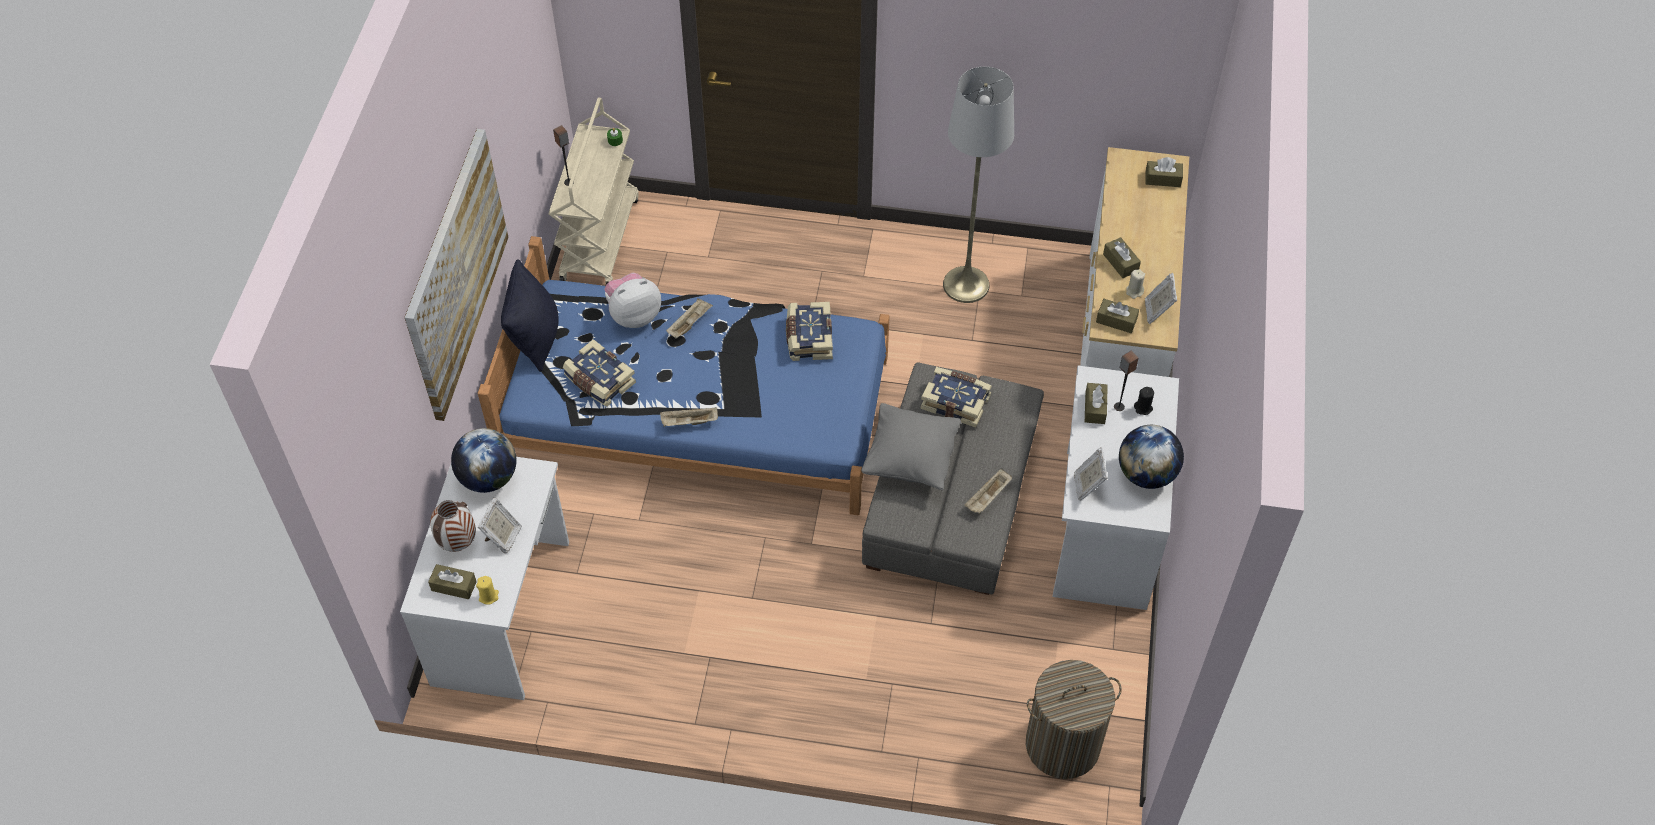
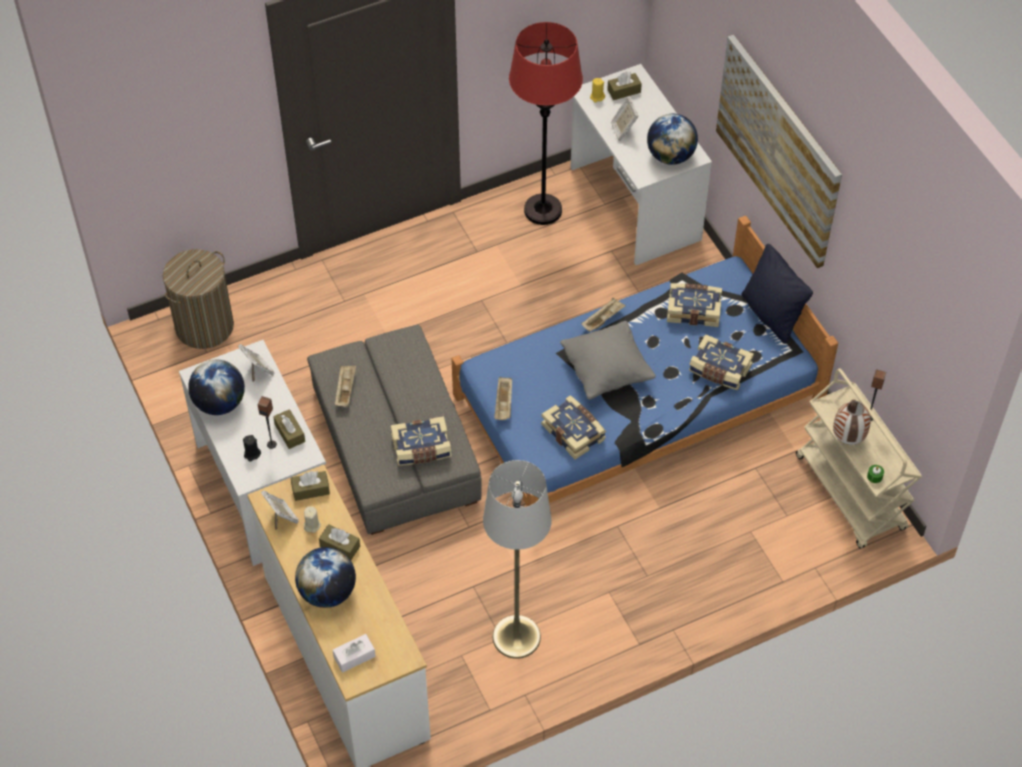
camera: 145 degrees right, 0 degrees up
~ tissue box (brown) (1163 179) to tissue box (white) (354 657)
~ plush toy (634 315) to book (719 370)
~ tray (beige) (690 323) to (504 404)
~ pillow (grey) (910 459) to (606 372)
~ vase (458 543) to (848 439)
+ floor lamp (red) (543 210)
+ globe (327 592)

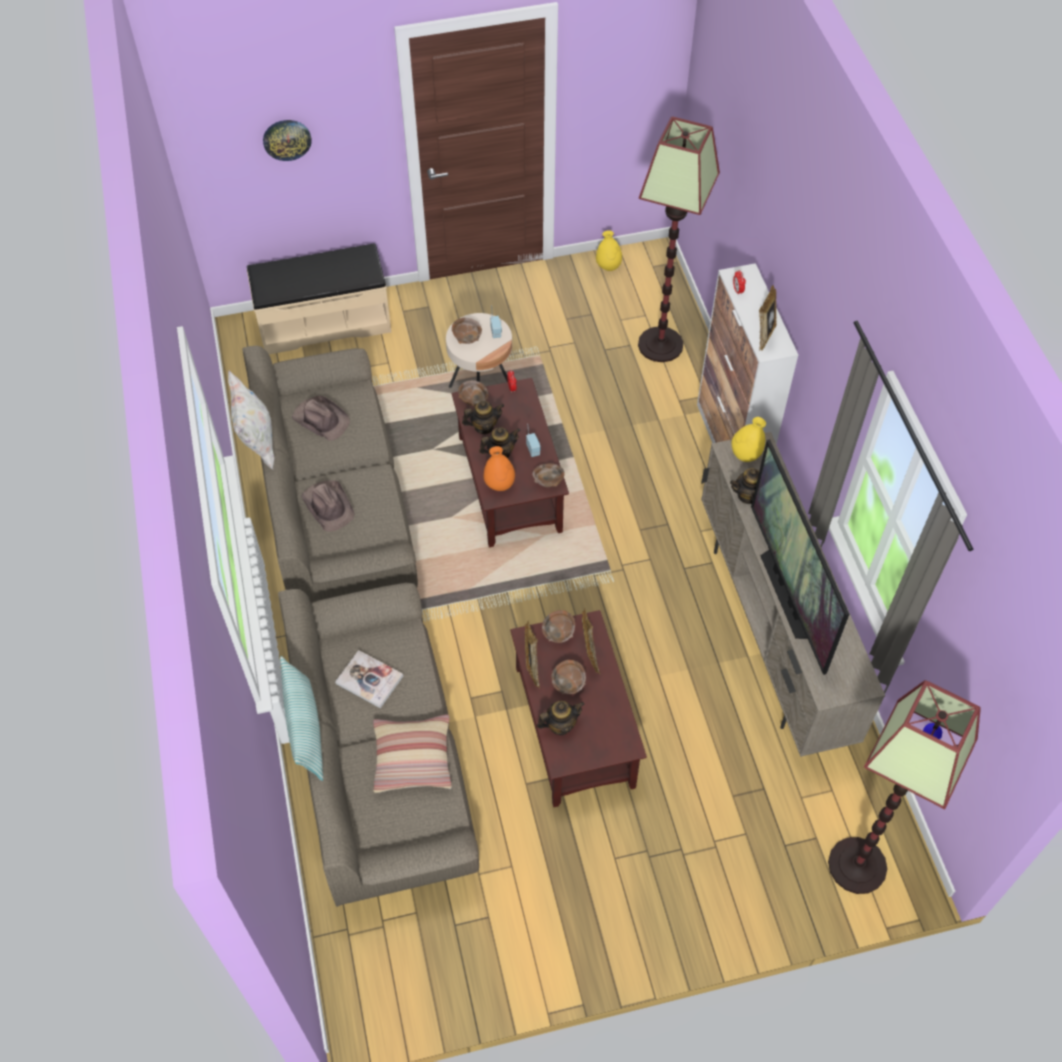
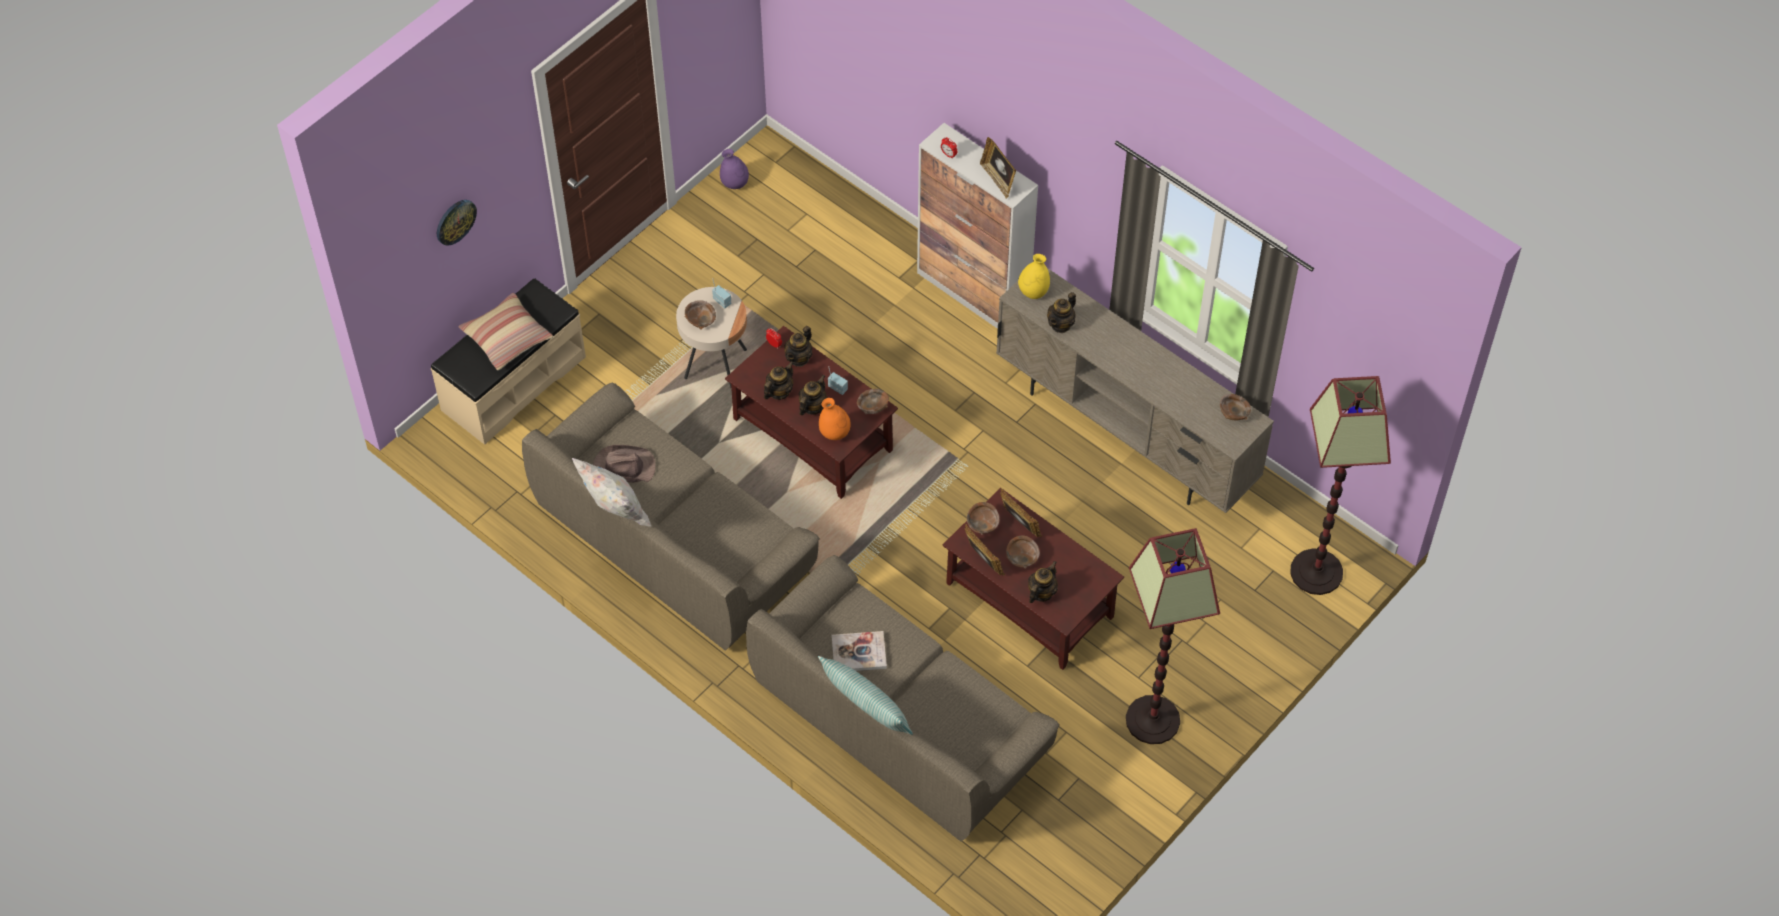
camera: 35 degrees left, 0 degrees up
~ floor lamp (660 345) to (1152 720)
~ vase (yellow) (608 266) to vase (purple) (734 184)
~ bowl (brown) (473 399) to (1233 413)
- television (787 594)
- hat (brown) (329 506)
~ pillow (412 758) to (507 337)
+ teapot (799 358)

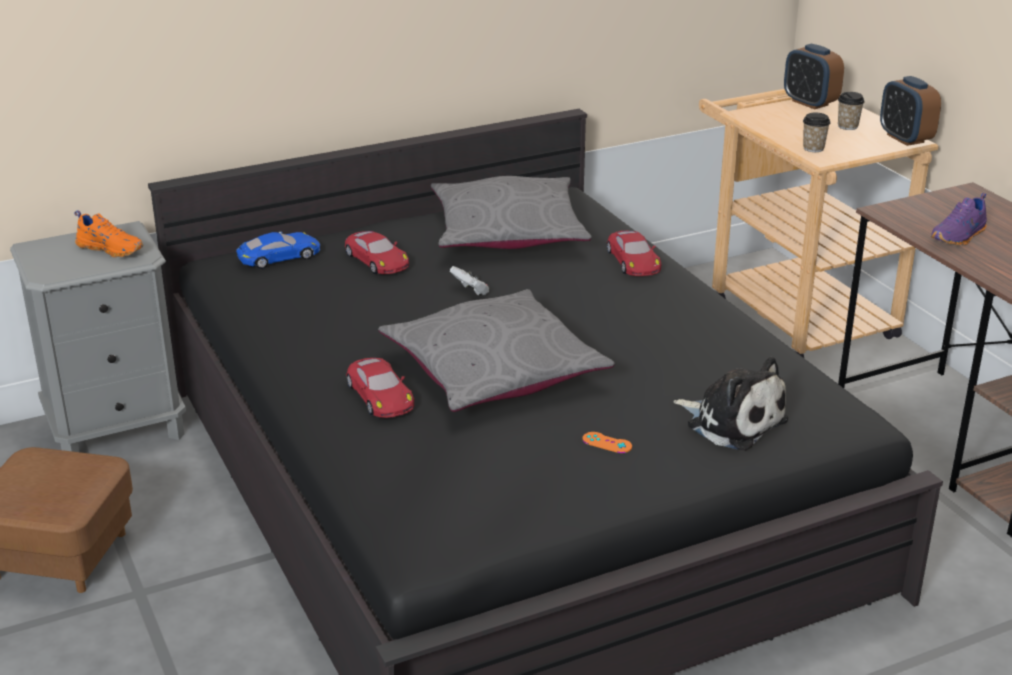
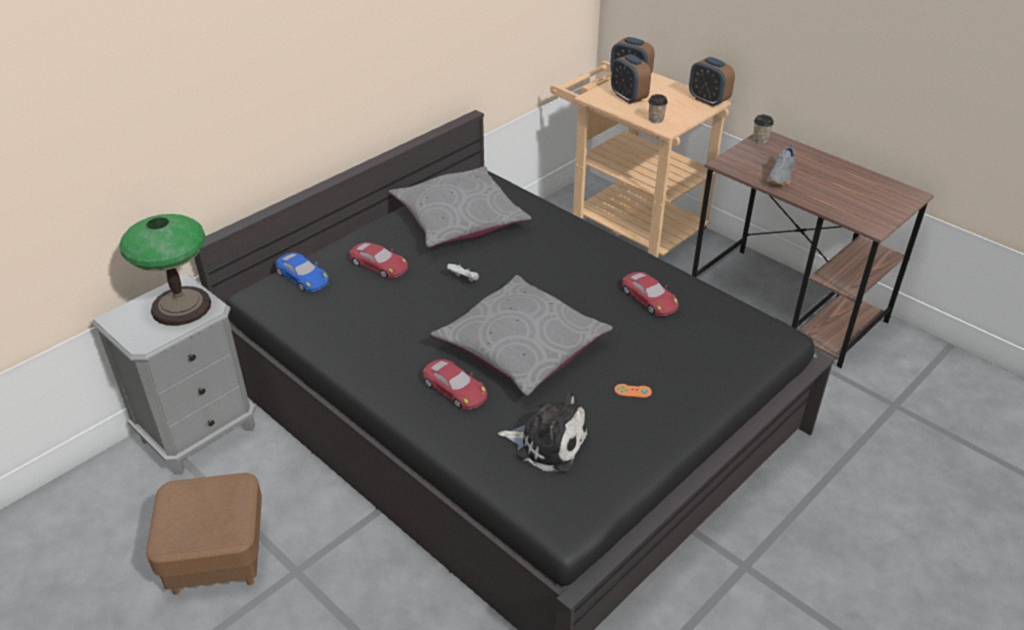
camera: 20 degrees left, 10 degrees up
~ cup (847 126) to (760 140)
~ shoe (purple) (959 236) to shoe (grey) (781 176)
~ shoe (orange) (111 249) to table lamp (181 306)
~ toy car (red) (633 261) to (649 298)
~ toy car (blue) (279 256) = (302 277) 90 degrees clockwise
~ plush toy (732 421) to (547 443)
+ alarm clock (628 97)

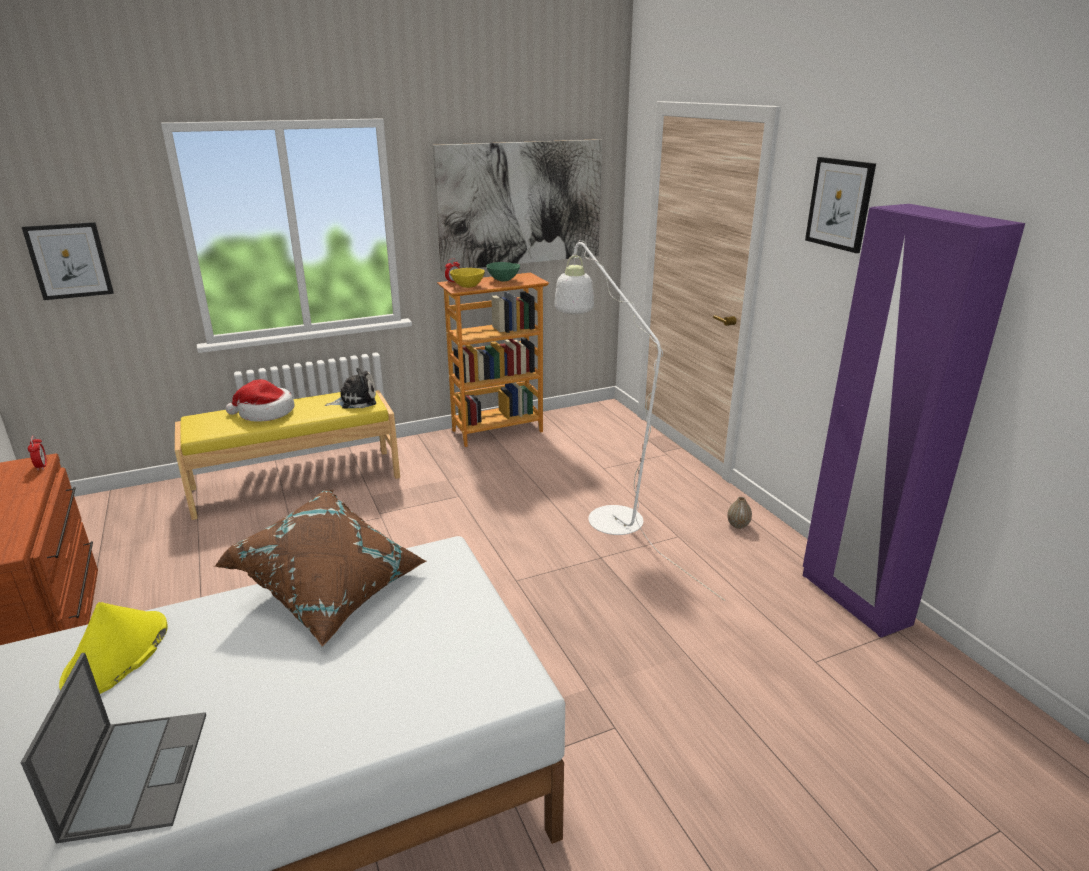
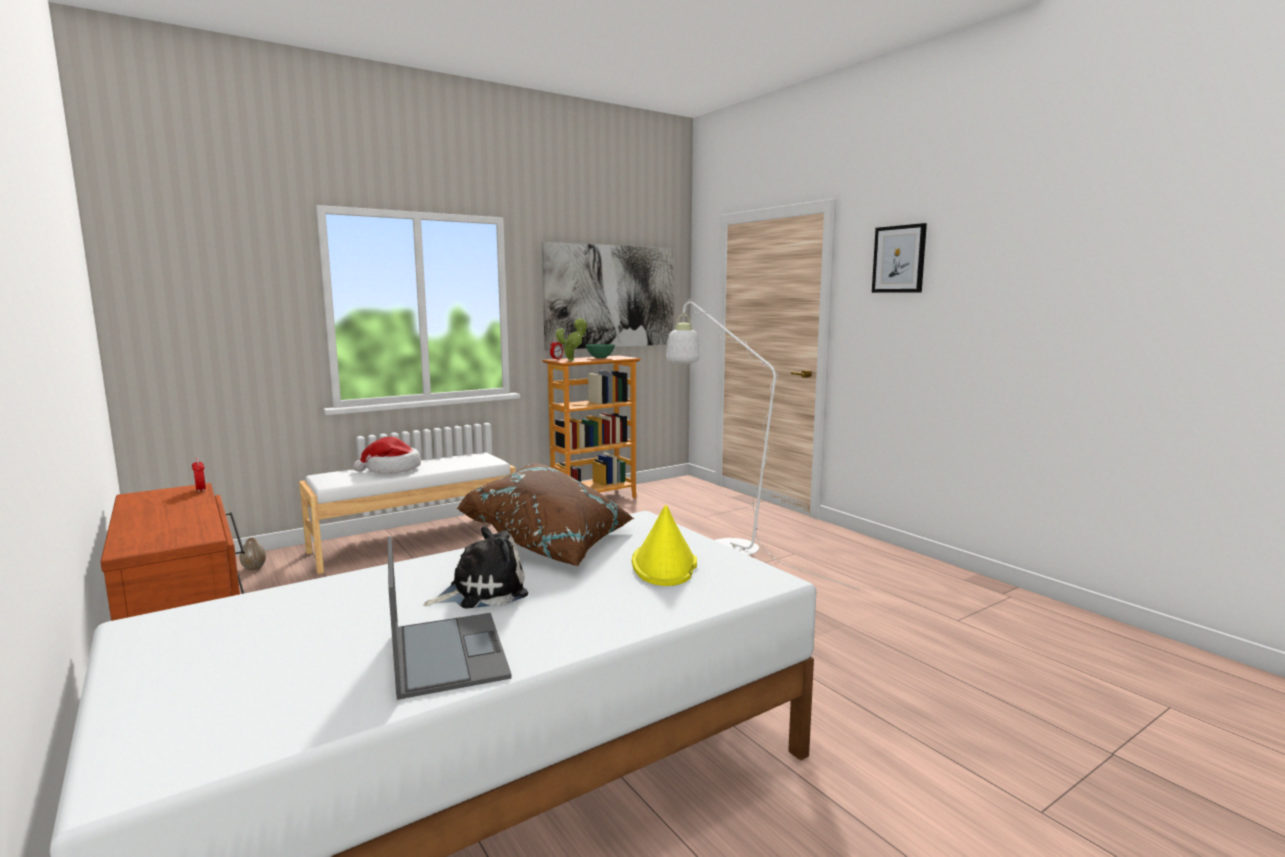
camera: 10 degrees left, 15 degrees down
- wardrobe (purple) (854 599)
- picture (69 260)
~ bowl (yellow) (468 286) to potted plant (572 360)
~ plush toy (355 401) to (482 591)
~ bench (yellow) (296 482) to bench (white) (415 542)
~ vase (738 525) to (254 568)
~ hat (yellow) (117 655) to (664 564)

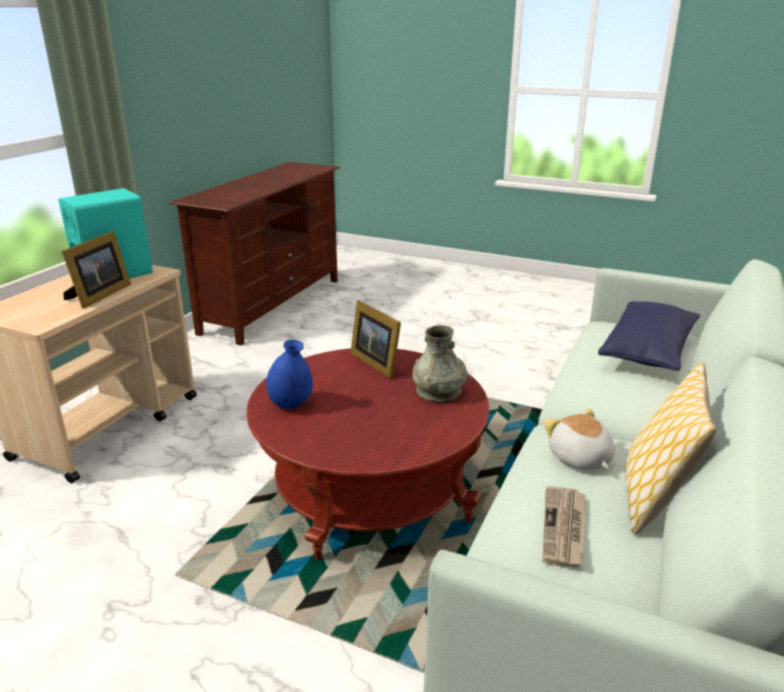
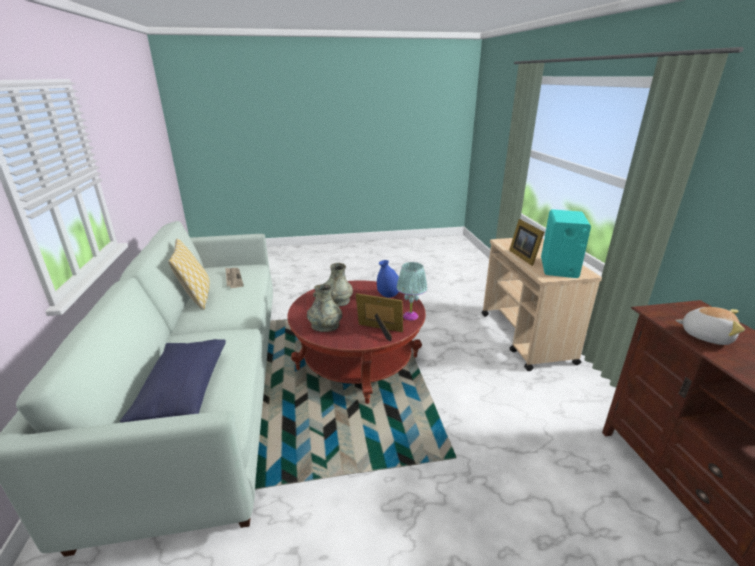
camera: 145 degrees right, 0 degrees up
~ plush toy (579 458) to (705 335)
+ table lamp (turquoise) (410 316)
+ vase (grey) (337 301)

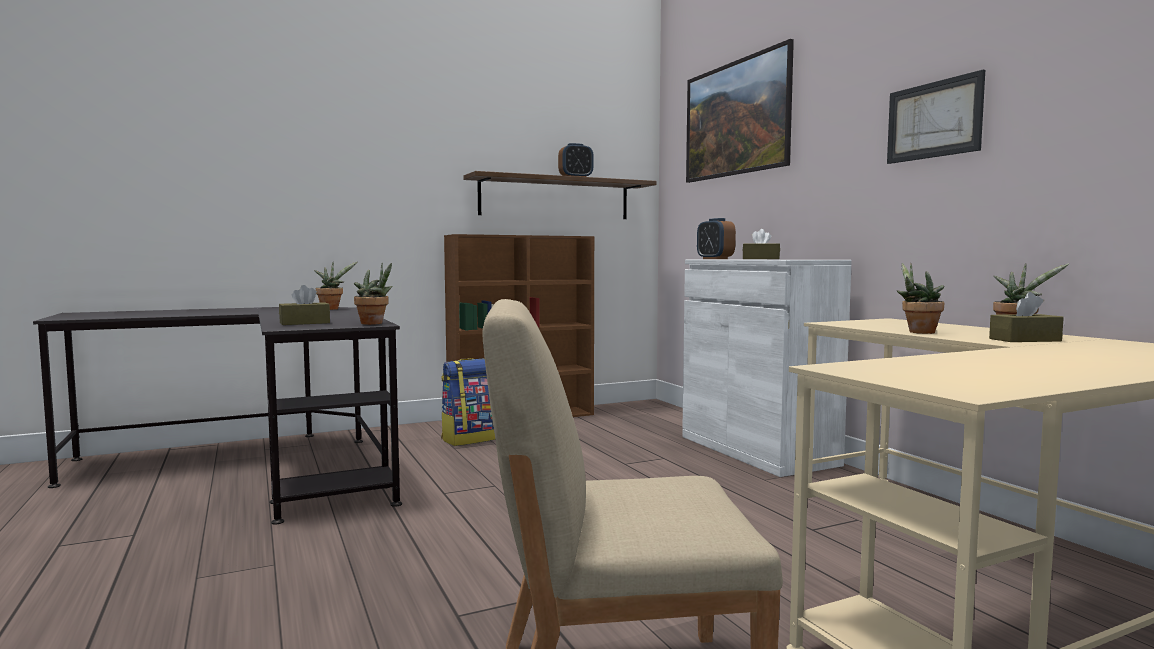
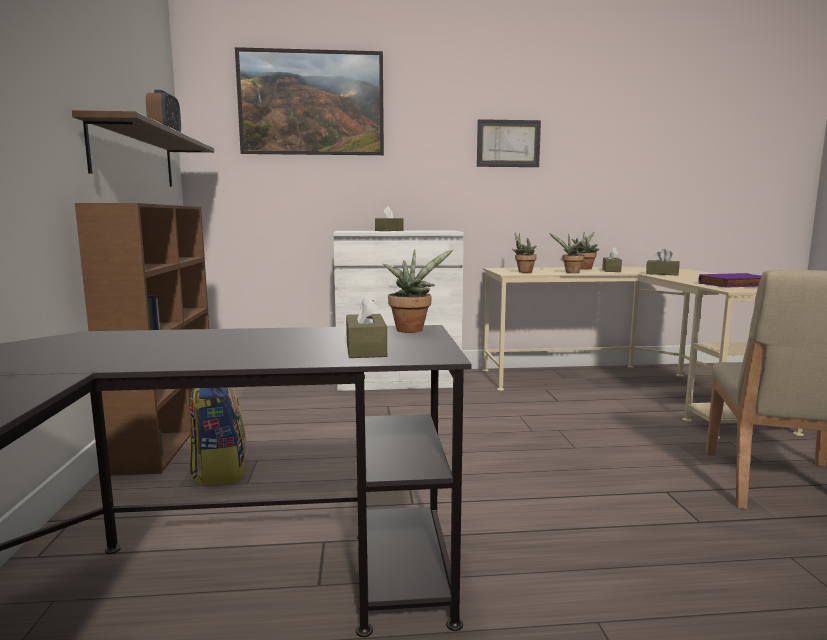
camera: 70 degrees left, 5 degrees up
- alarm clock (715 259)
~ potted plant (331 309) to (523 272)
+ tissue box (brown) (662 274)
+ book (purple) (736 285)

